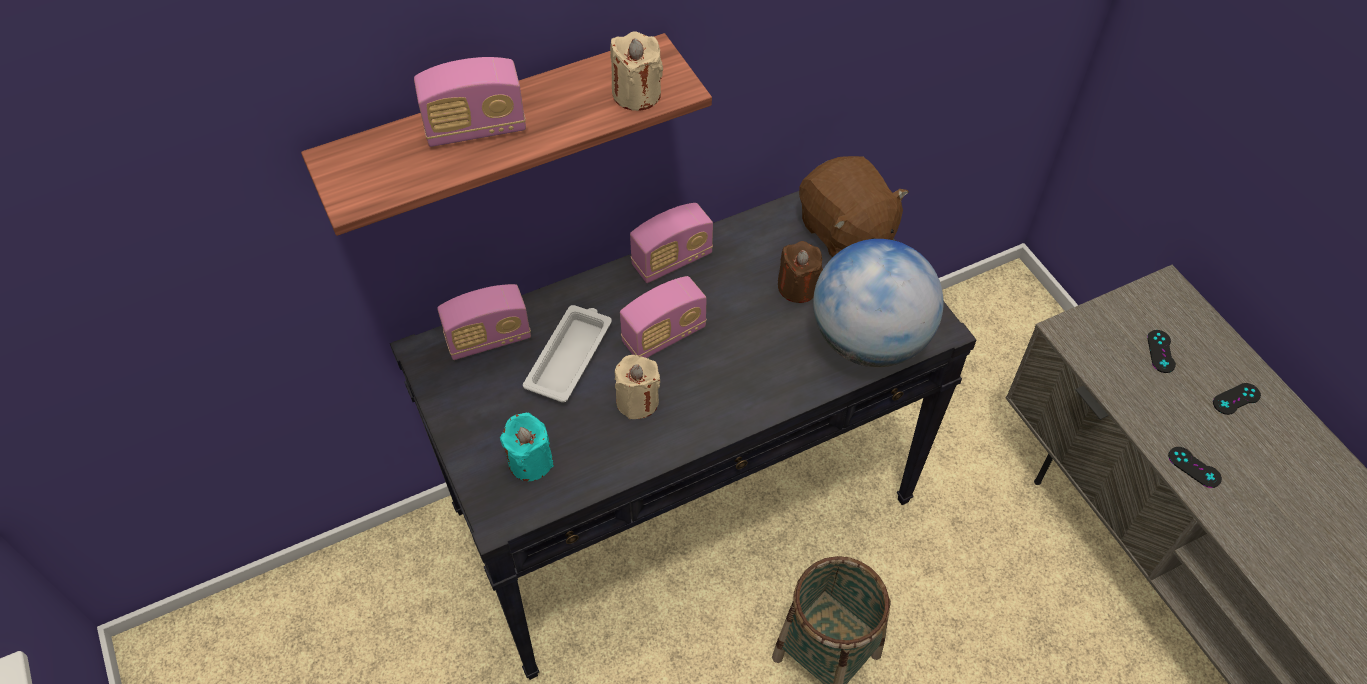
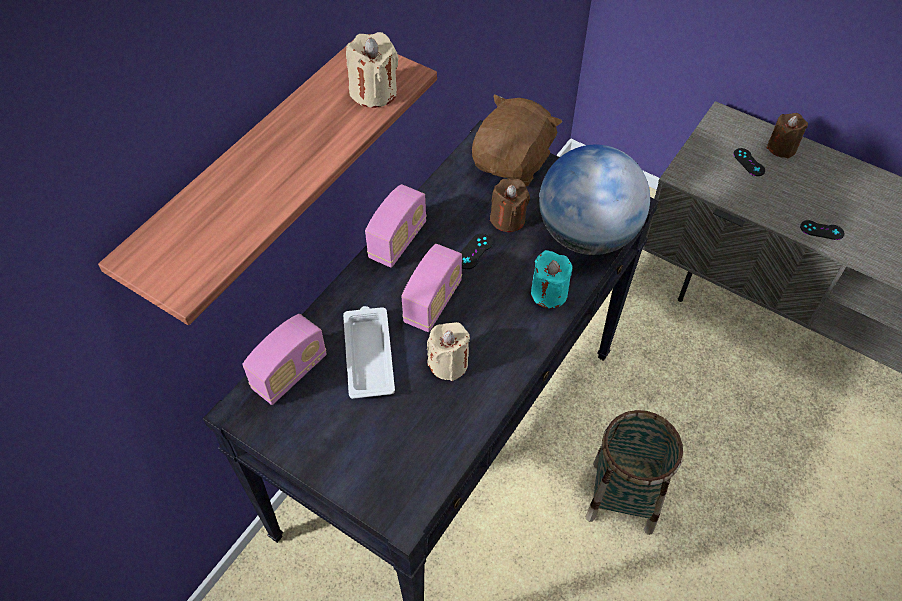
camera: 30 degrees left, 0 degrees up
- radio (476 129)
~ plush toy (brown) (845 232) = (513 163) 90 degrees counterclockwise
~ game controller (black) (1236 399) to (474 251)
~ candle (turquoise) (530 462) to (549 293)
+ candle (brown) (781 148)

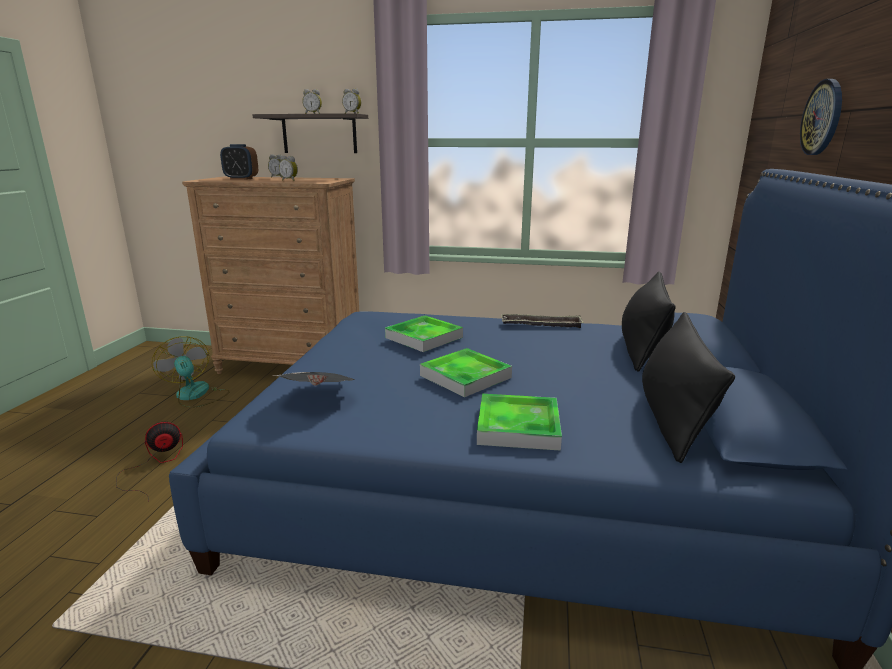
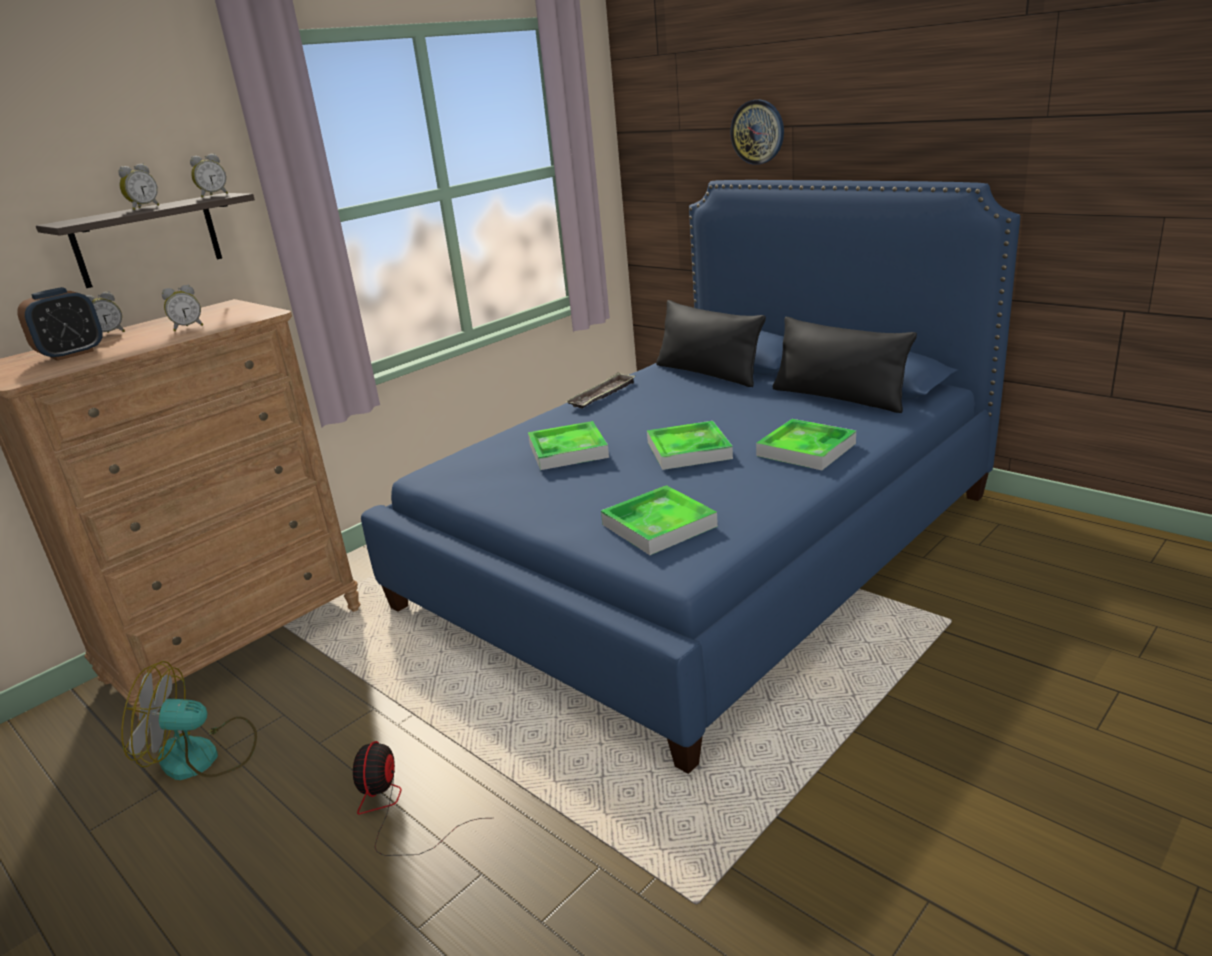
camera: 55 degrees left, 5 degrees up
~ newspaper (319 397) to tray (659 525)

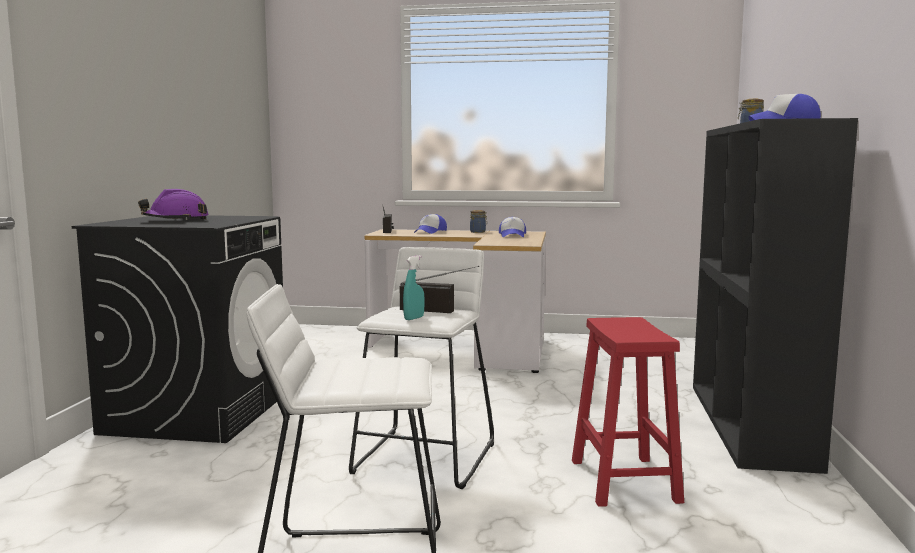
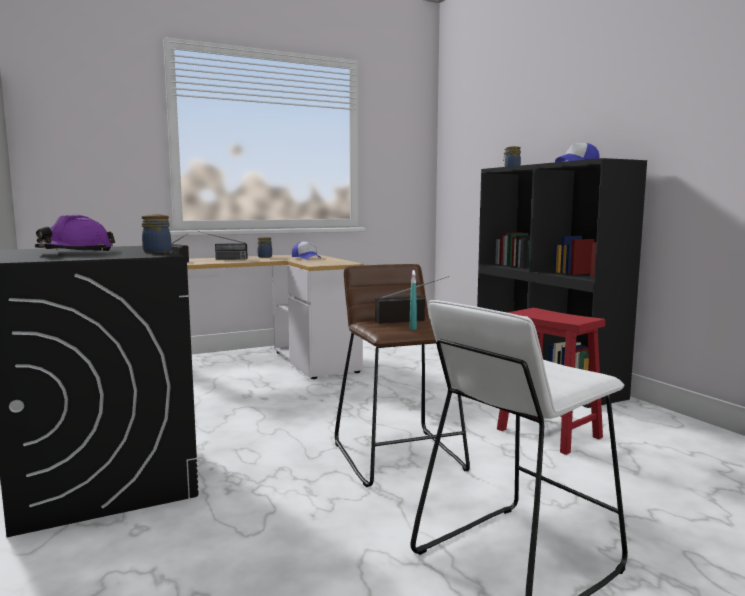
camera: 35 degrees left, 0 degrees up
~ cap (430 232) to radio (223 259)
~ stool (white) (425 458) to stool (brown) (400 456)
+ jar (157 252)

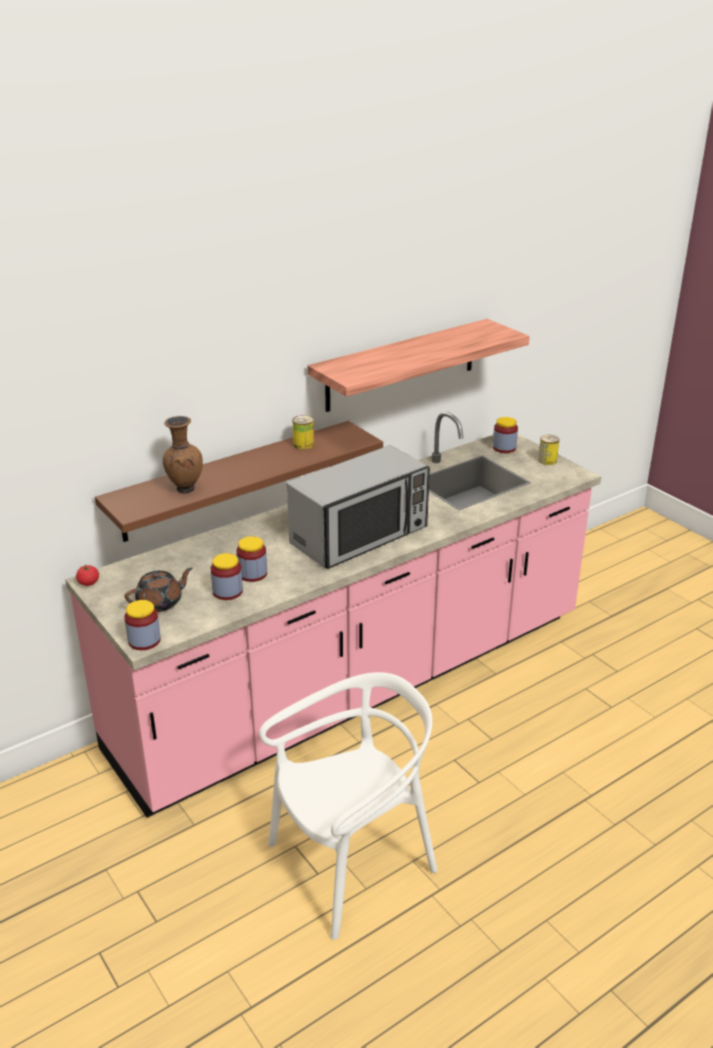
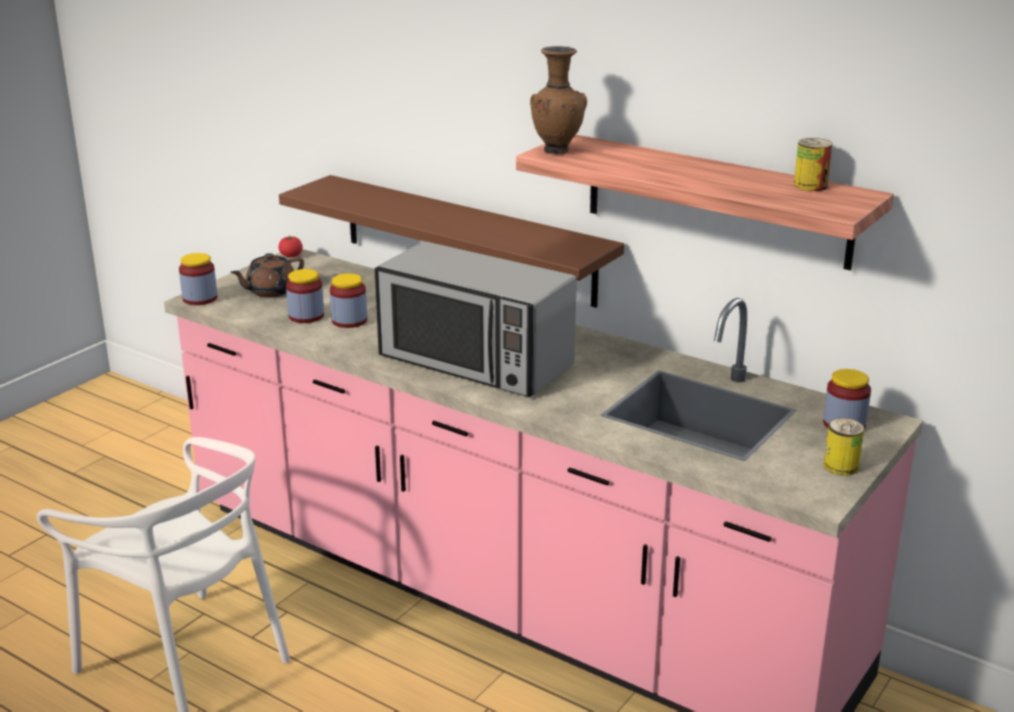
camera: 70 degrees right, 5 degrees down
~ can (303 444) to (810 185)
~ vase (brown) (184 489) to (557 151)
~ teapot (brown) (160 602) = (270 291) 105 degrees clockwise

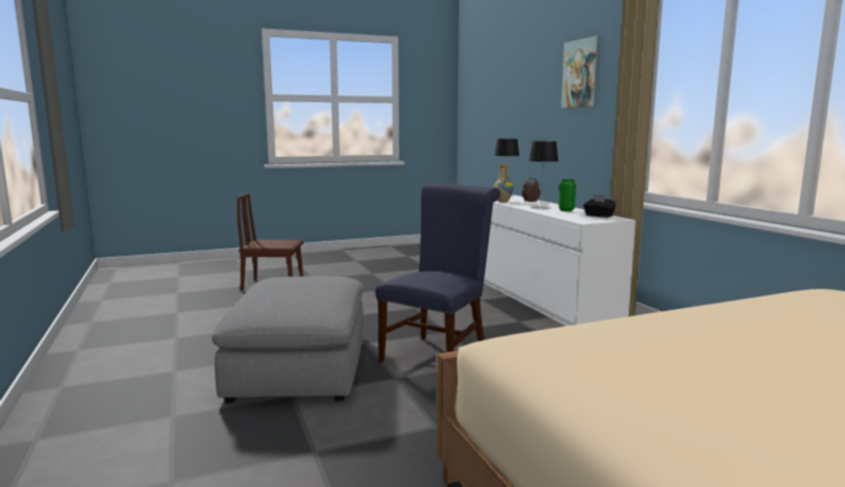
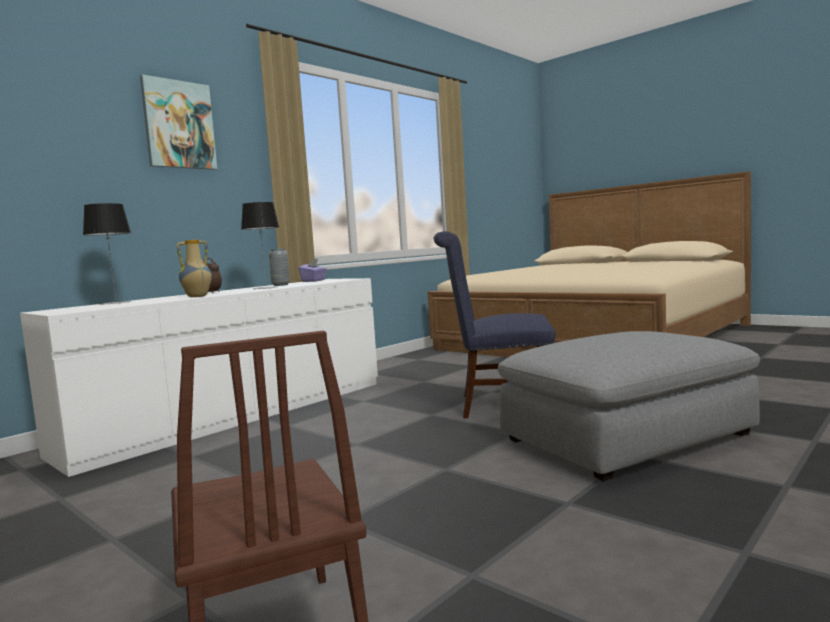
camera: 115 degrees left, 5 degrees down
~ vase (green) (566 210) to vase (grey) (281 285)
~ tissue box (black) (598 216) to tissue box (purple) (314 281)

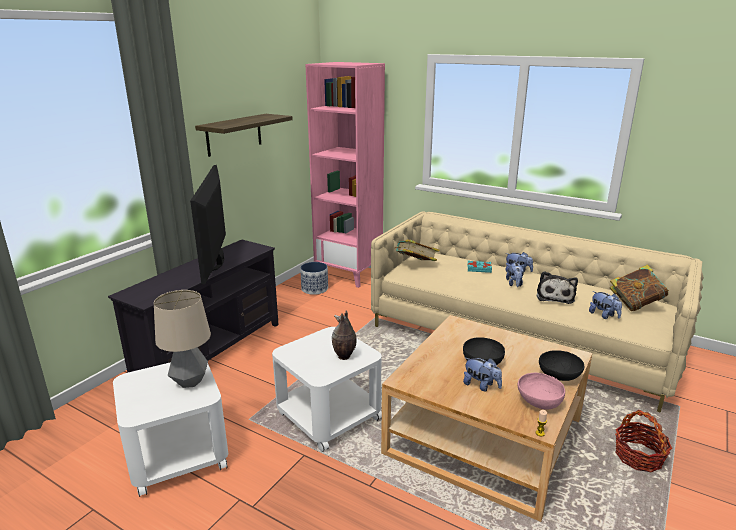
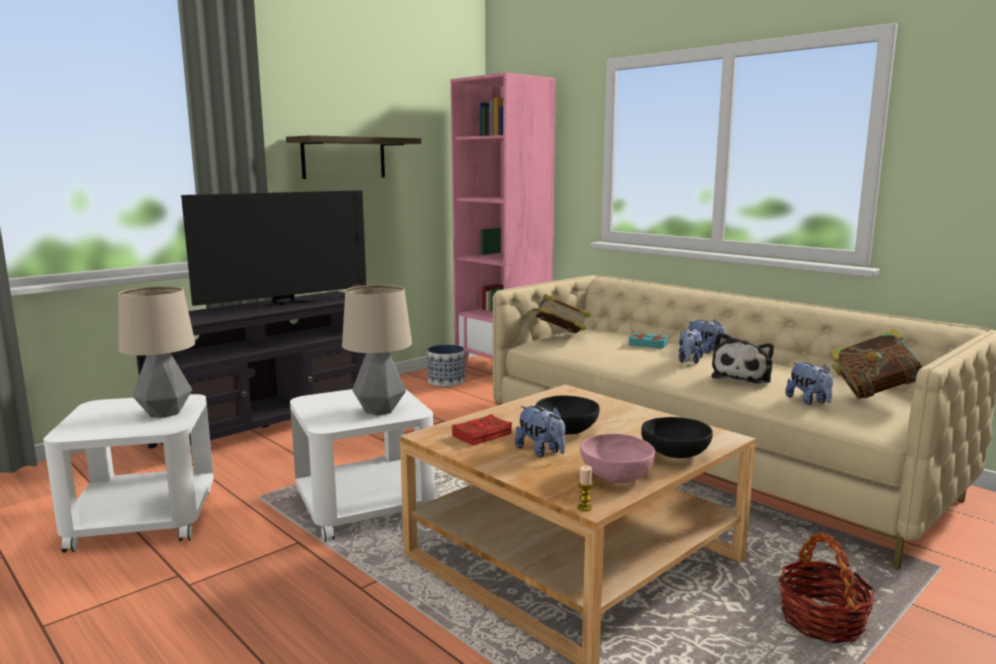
camera: 15 degrees right, 10 degrees down
~ television (217 262) = (284 304) 135 degrees counterclockwise
~ vase (344 356) to table lamp (379 410)
+ book (red) (482 435)

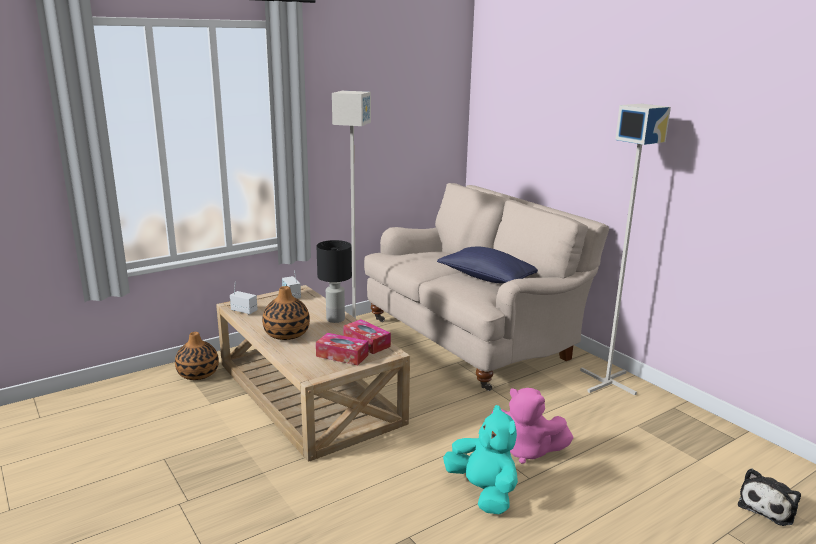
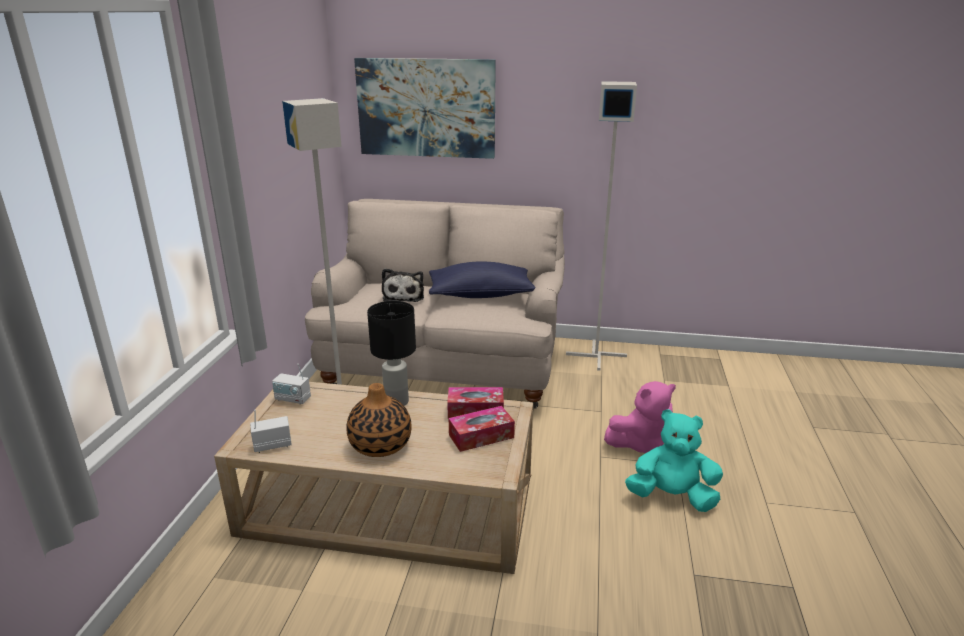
camera: 45 degrees left, 5 degrees up
- vase (198 374)
~ plush toy (768 507) to (404 296)
+ picture (426 108)

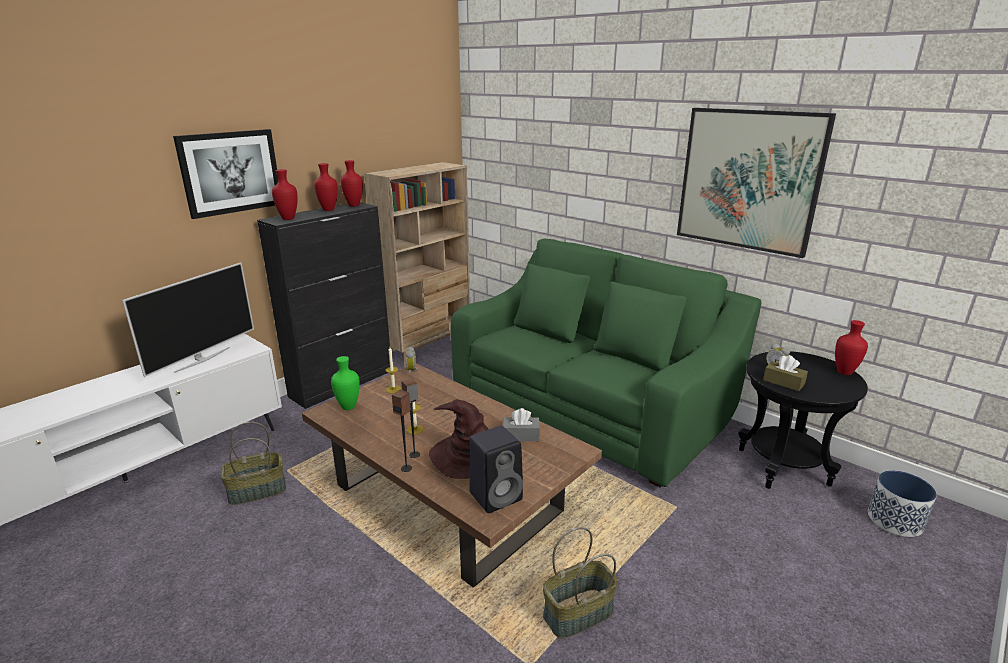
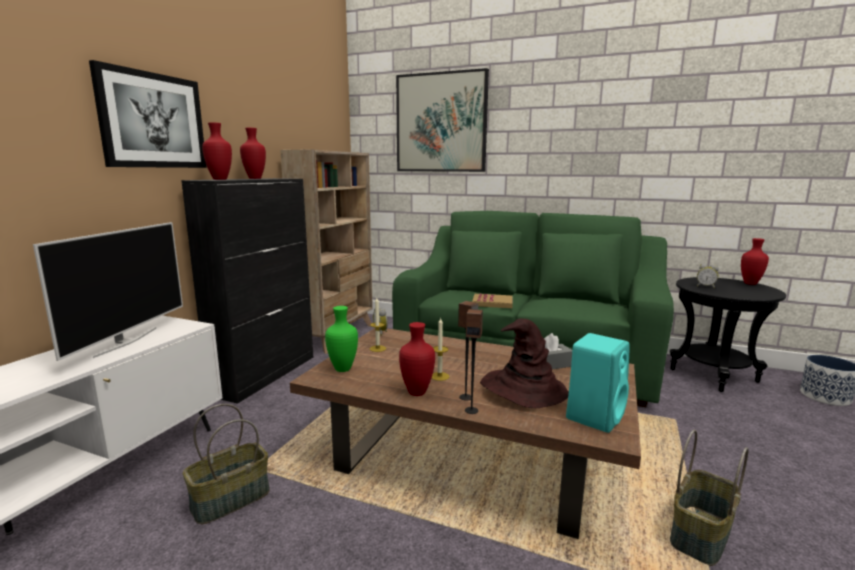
camera: 20 degrees left, 10 degrees down
~ picture (749 180) to (441 123)
~ vase (red) (354 205) to (418 392)
- tissue box (brown) (783 382)
~ speaker (black) (497 495) to speaker (turquoise) (595 416)
+ book (492 303)

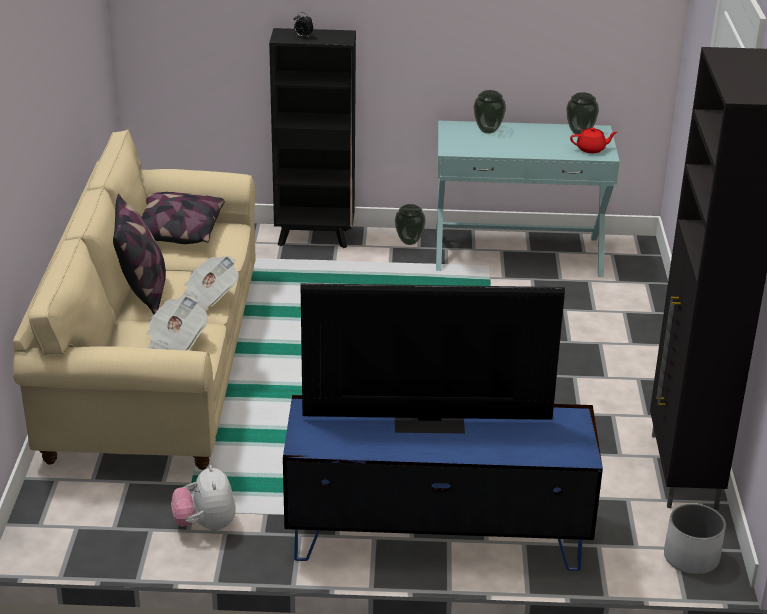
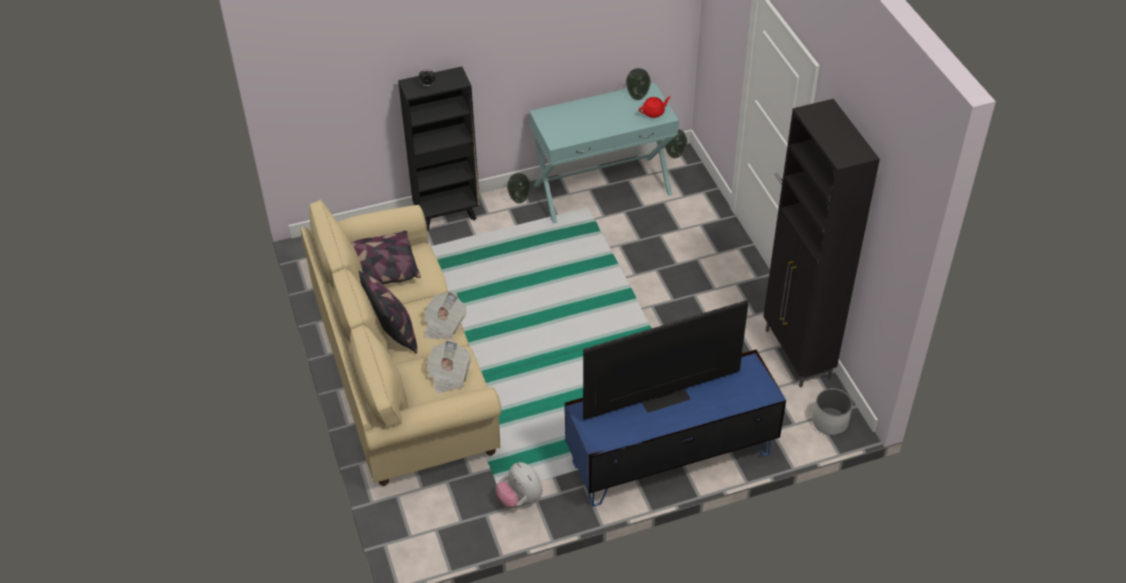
camera: 20 degrees left, 15 degrees up
~ vase (488 130) to (674 155)

